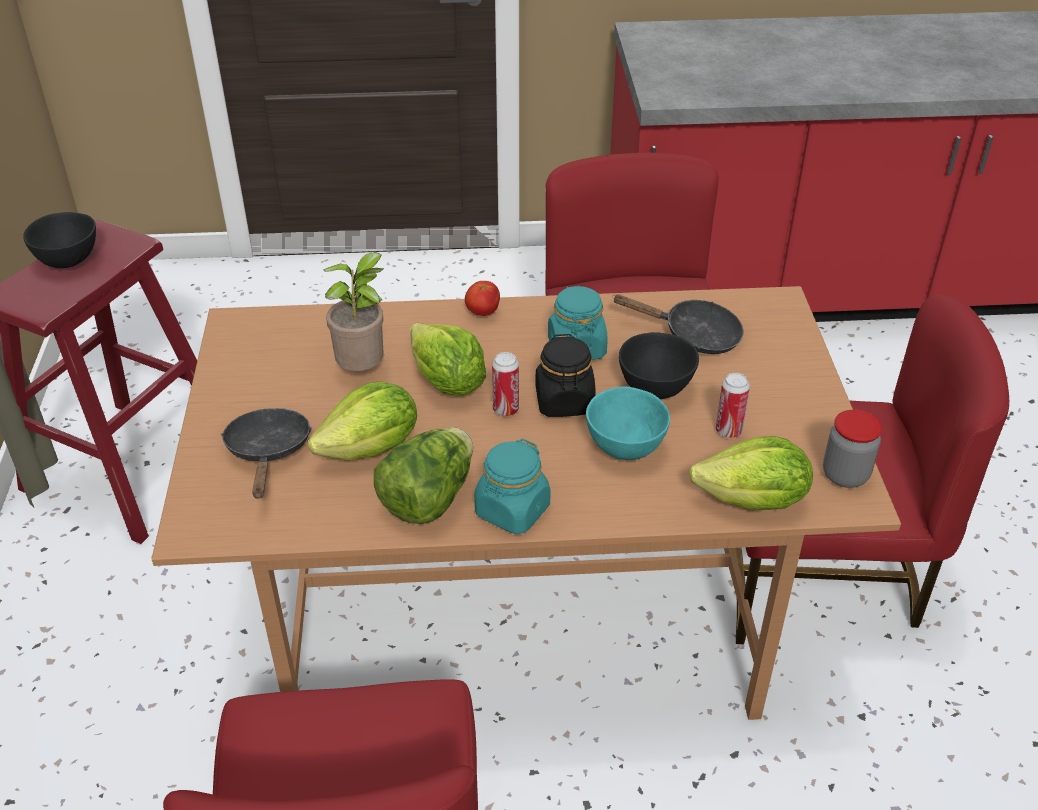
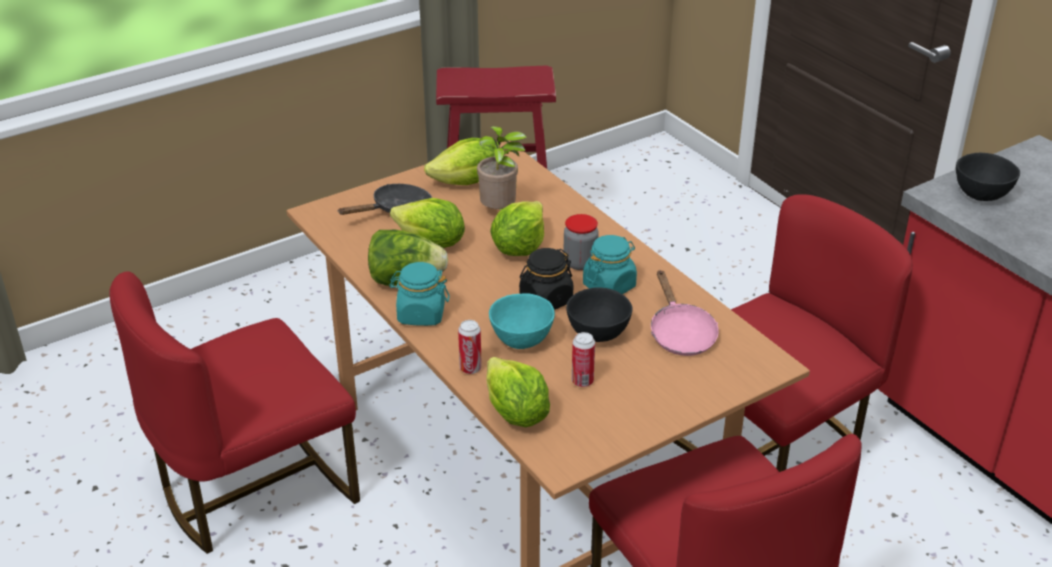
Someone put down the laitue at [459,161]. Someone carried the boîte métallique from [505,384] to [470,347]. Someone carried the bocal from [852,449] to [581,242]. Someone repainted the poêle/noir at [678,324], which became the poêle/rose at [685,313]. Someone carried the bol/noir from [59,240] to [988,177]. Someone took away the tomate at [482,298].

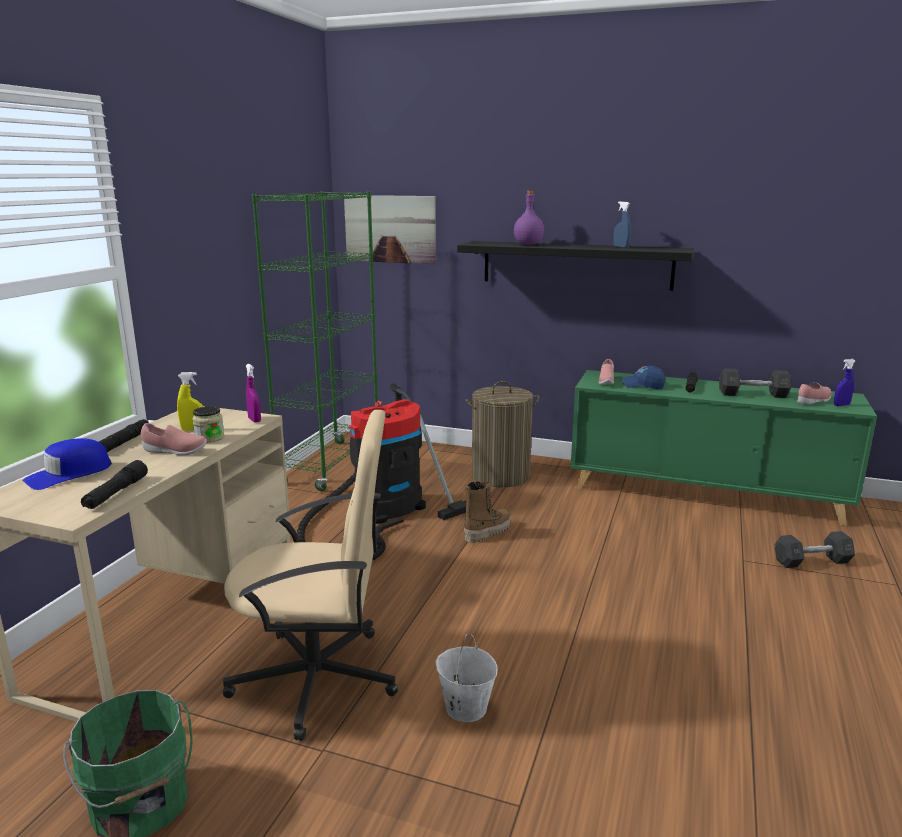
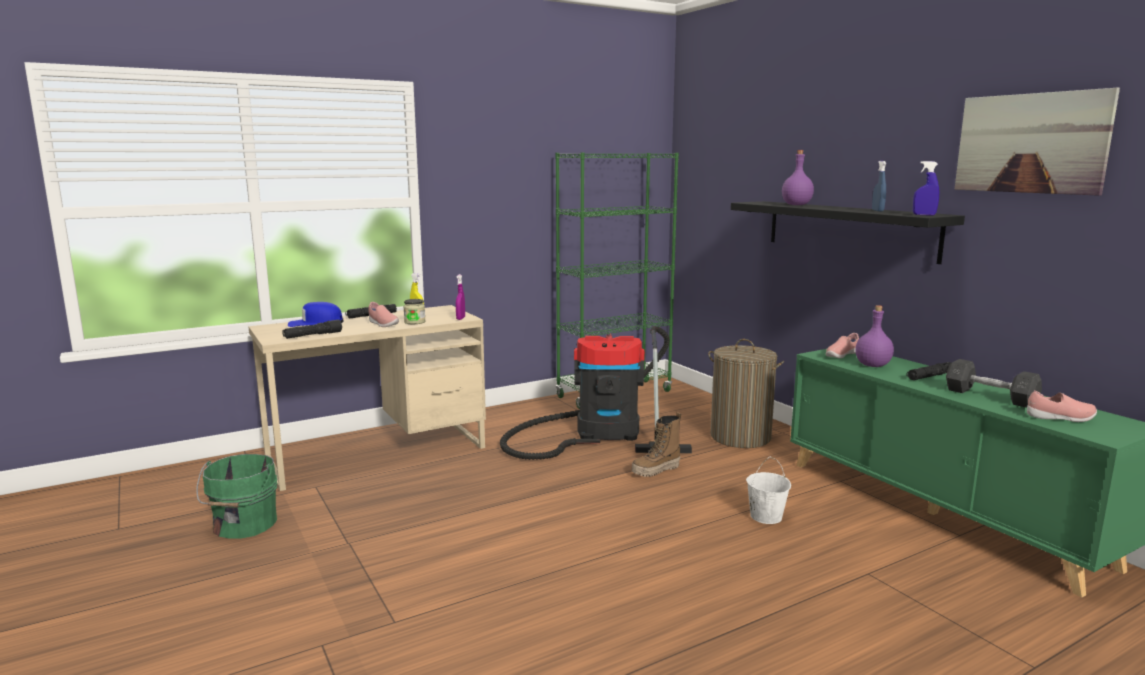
Someone rotated the botte at [487,512] by 150 degrees clockwise. Someone carried the seau/blanc from [467,677] to [768,490]. Someone swapped the casquette/bleu at [643,377] for the bouteille/violet at [874,336]. Someone carried the vaporisateur/bleu from [844,382] to [926,188]. Someone carried the tableau from [390,229] to [1037,142]. Someone took away the chaise de bureau/beige at [310,575]. Someone took away the haltère/gris at [814,549].

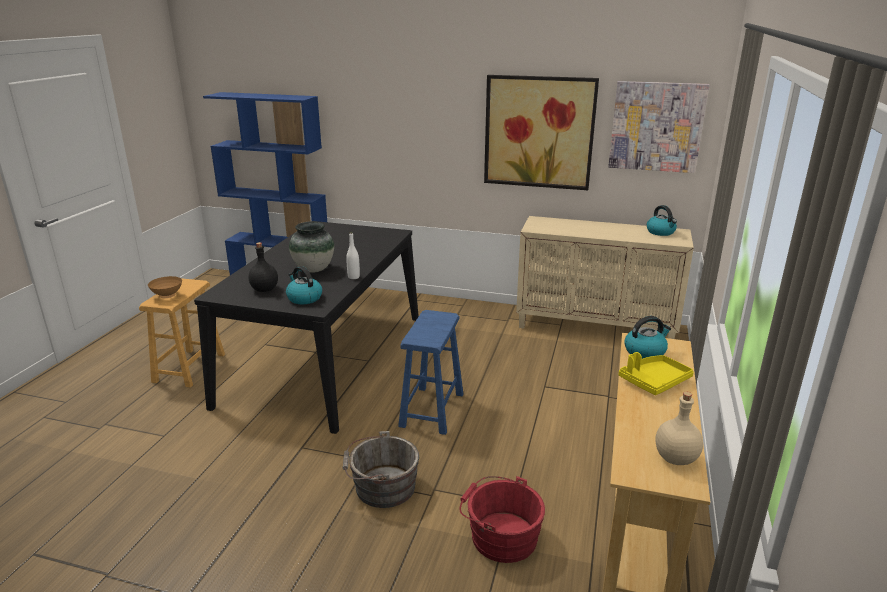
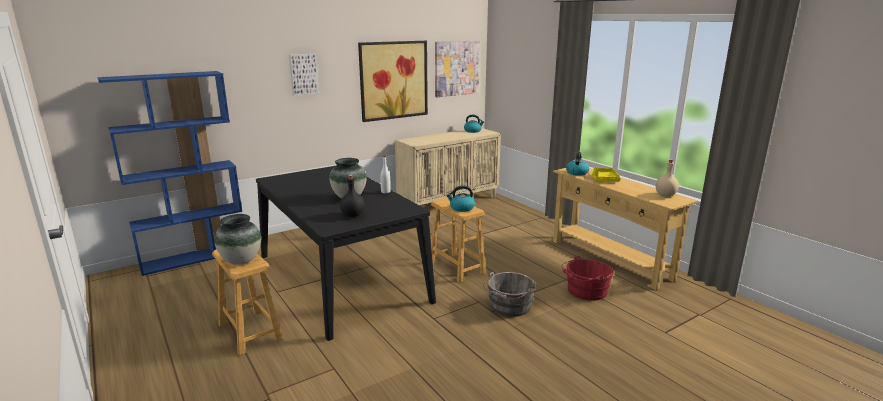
Someone swapped the bol/marron at [165,287] for the vase at [237,239]. Someone put up the tableau at [304,75]. Someone repainted the tabouret/bleu at [430,372], which became the tabouret/marron at [458,240]. Someone carried the bouilloire from [304,285] to [460,198].

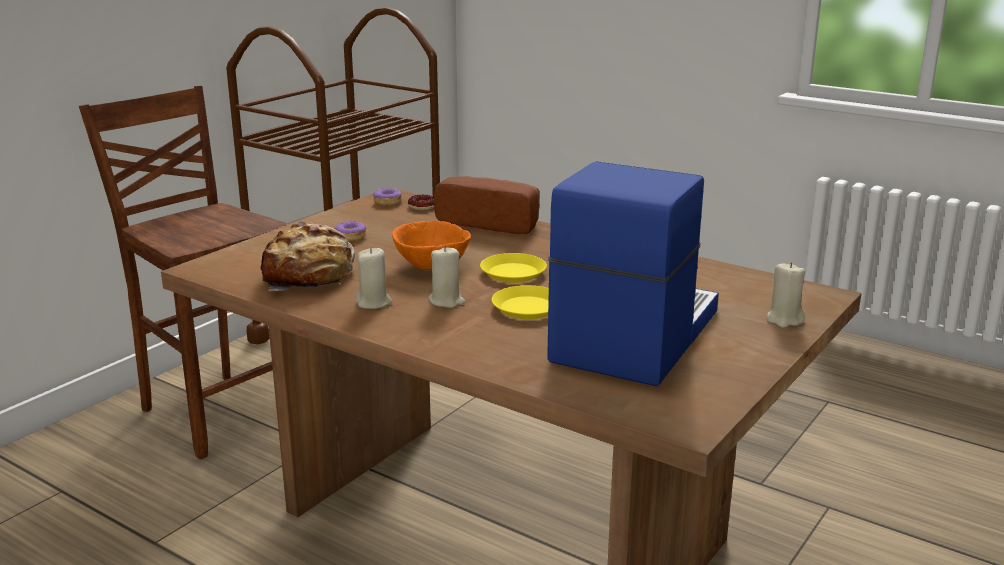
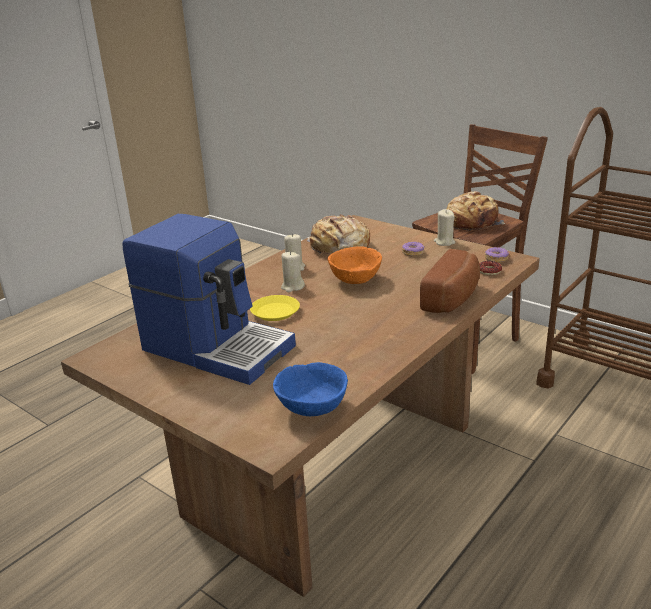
Someone put down the bol/bleu at [310,389]. Someone carried the bougie/beige from [786,295] to [444,227]. Someone put down the pain at [476,211]. Someone took away the assiette/jaune at [513,268].

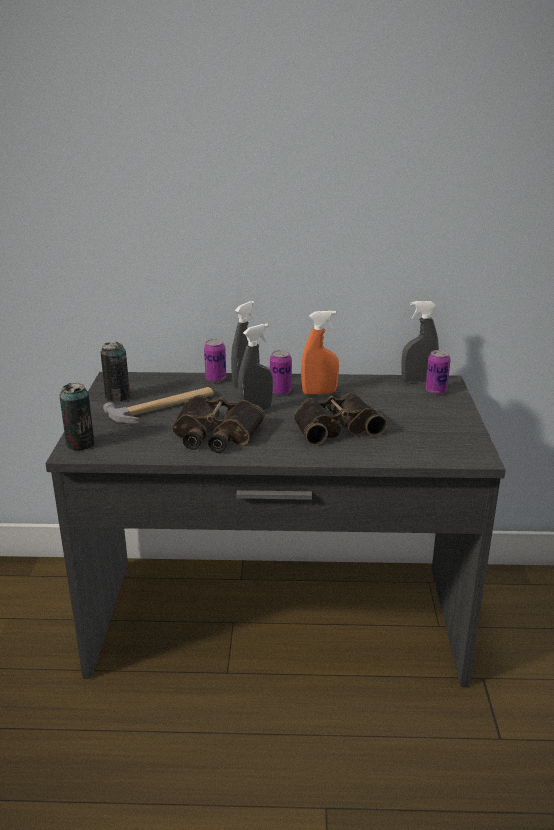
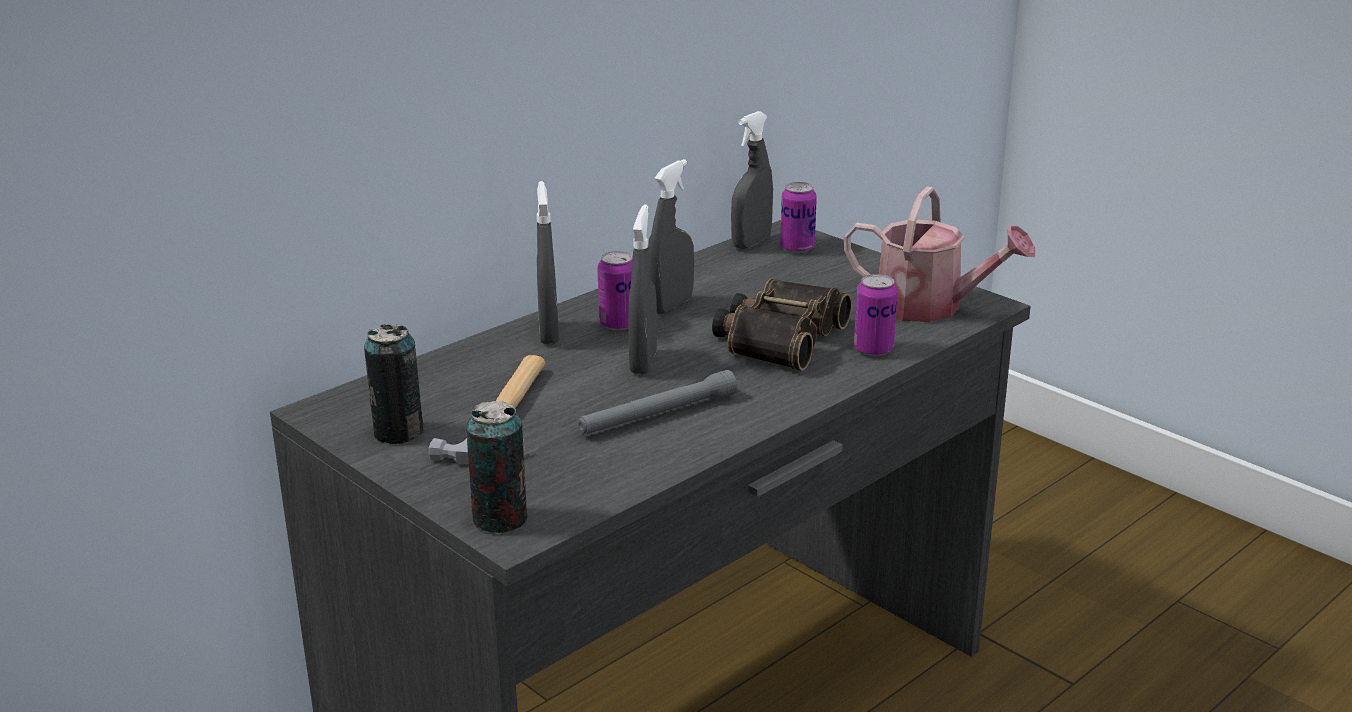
Someone swapped the jumelles at [218,424] for the lampe de poche/gris at [657,402]. Someone repainted the vaporisateur/orange at [320,352], which became the vaporisateur/gris at [671,236]. Someone put down the arrosoir at [939,254]. Someone carried the boîte métallique from [215,360] to [876,315].

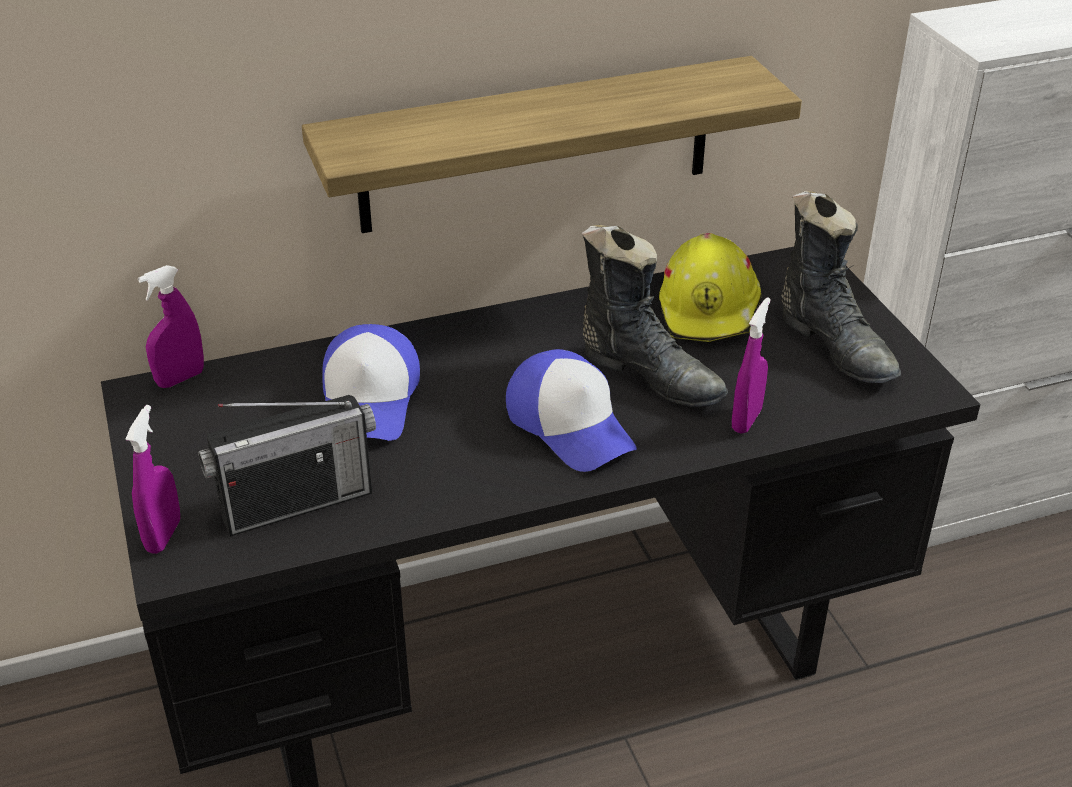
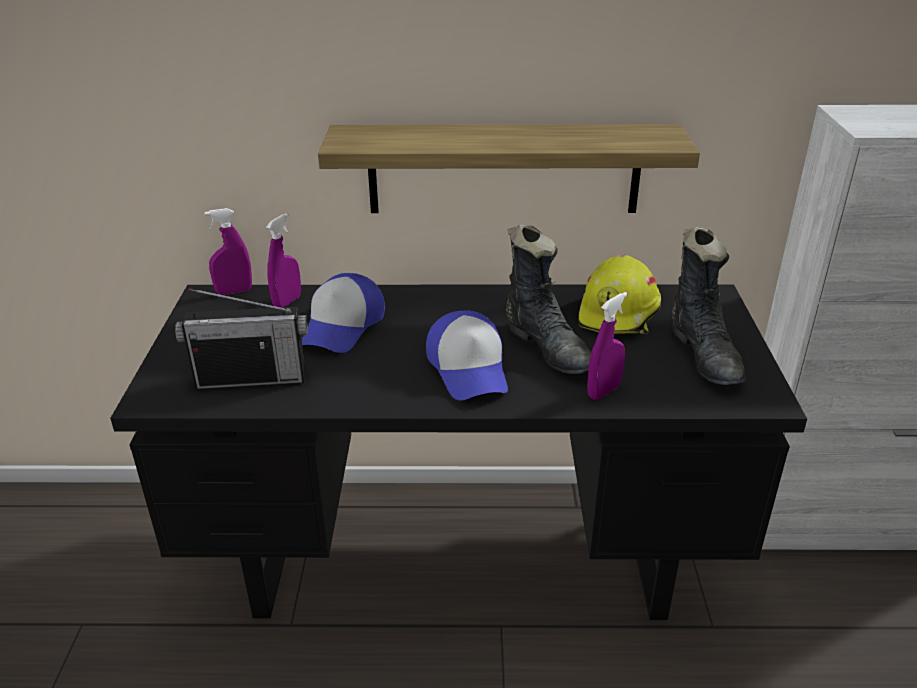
Someone carried the vaporisateur/violet from [152,479] to [283,260].

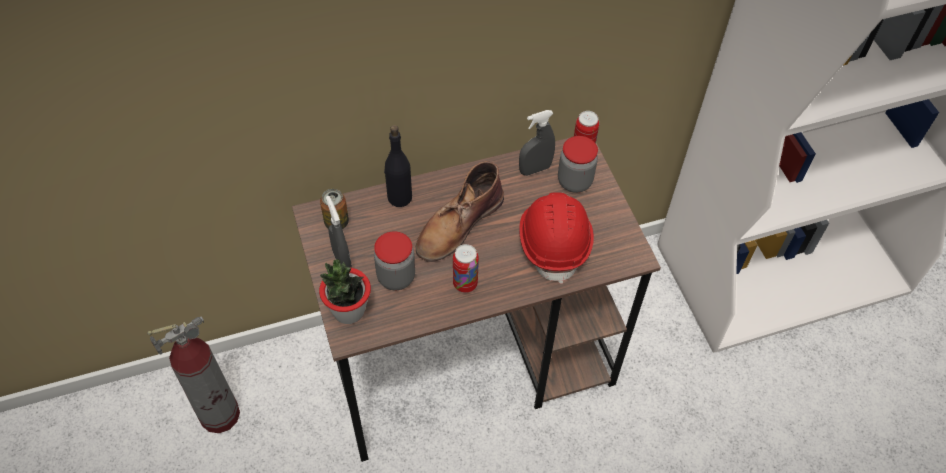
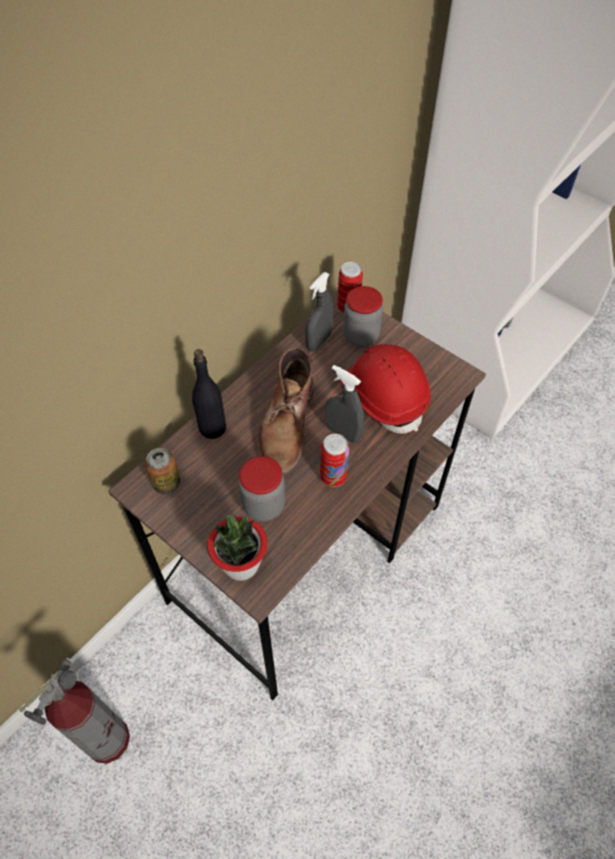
Someone carried the vaporisateur/gris from [339,232] to [344,404].

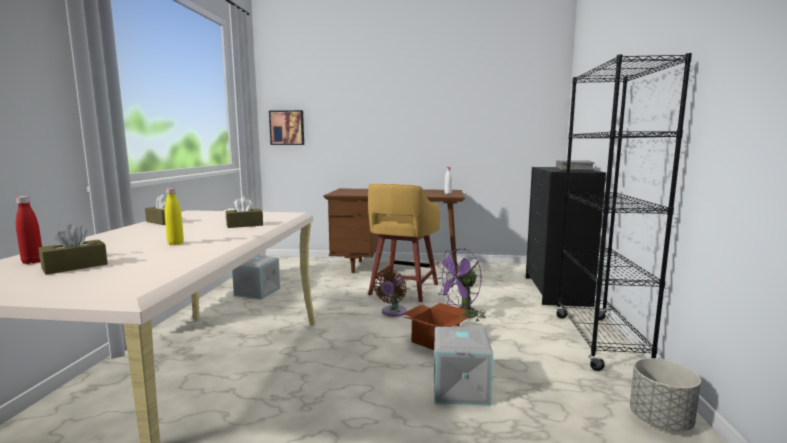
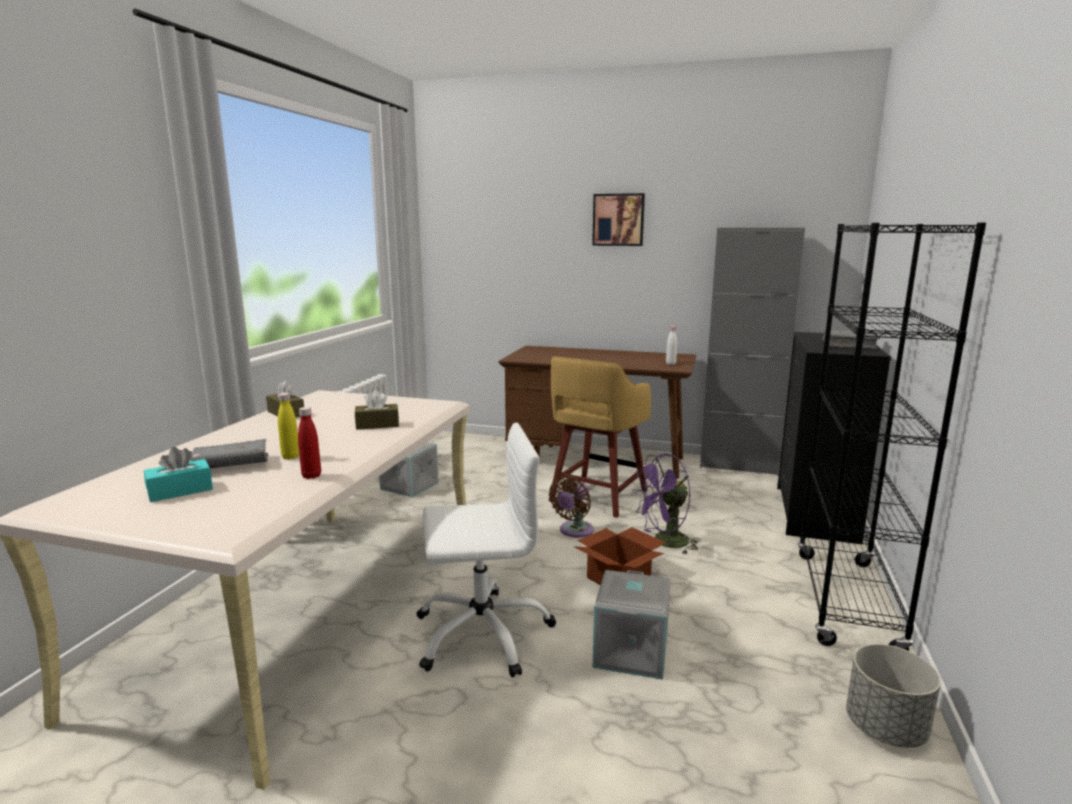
Someone repainted the boîte à mouchoirs/marron at [73,250], which became the boîte à mouchoirs/turquoise at [178,474]. Someone put down the livre/gris at [229,454]. Someone carried the bouteille/rouge from [29,230] to [309,443]. Someone put down the chaise de bureau/blanc at [486,550]. Someone carried the tableau from [286,127] to [618,219]. Someone put down the meuble de rangement/gris at [752,352].

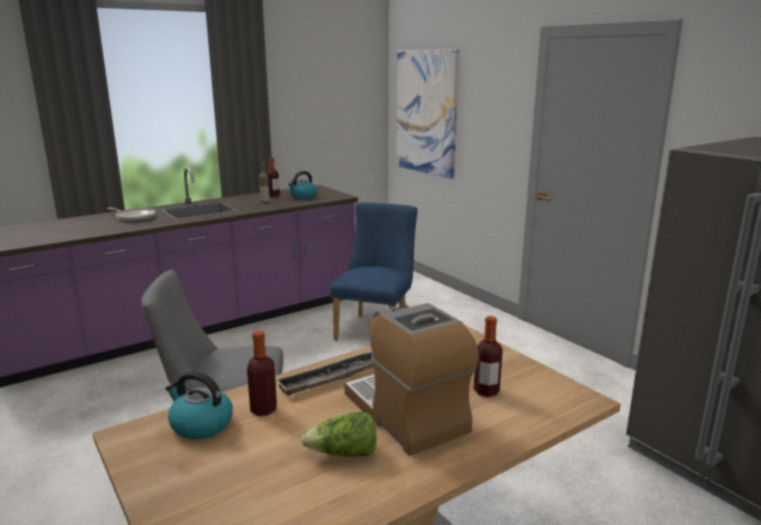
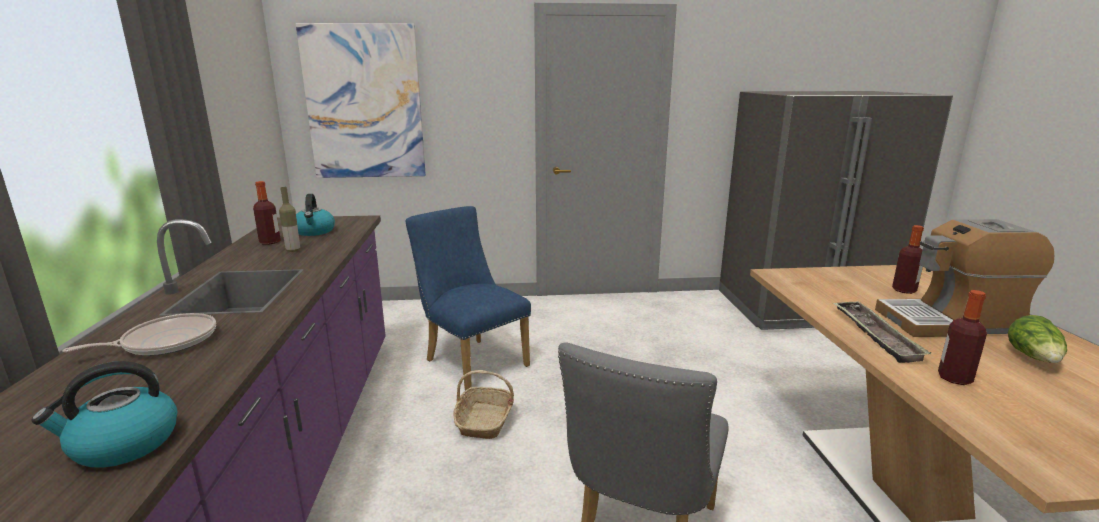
Someone carried the bouilloire from [199,405] to [104,414]. Someone put down the panier at [483,404].

